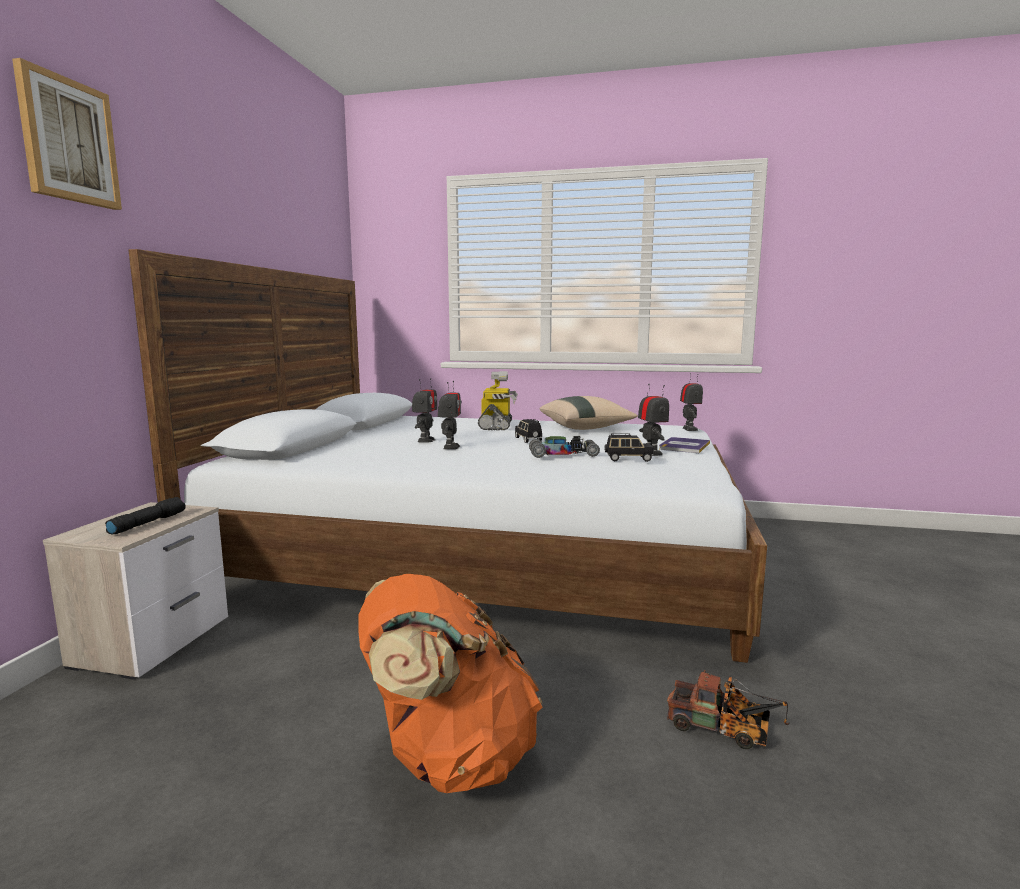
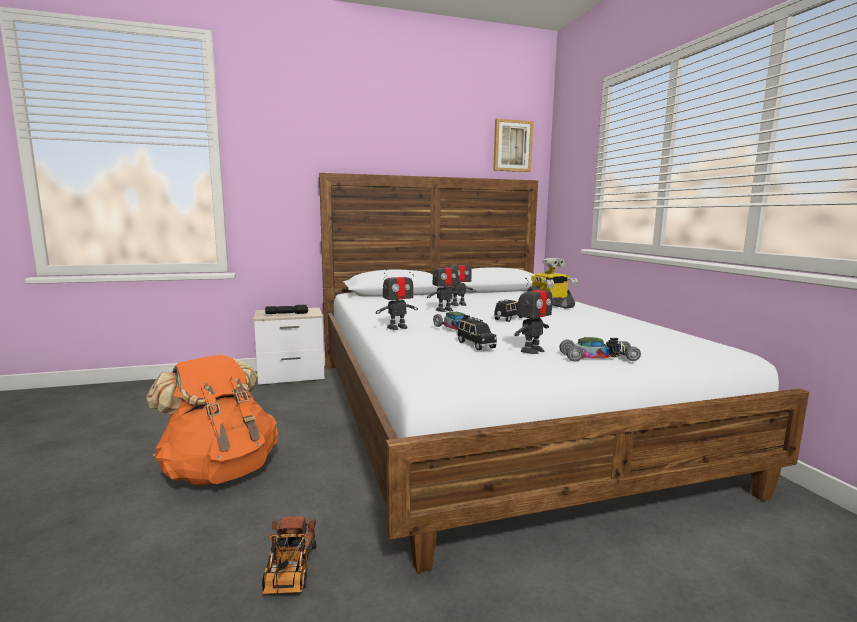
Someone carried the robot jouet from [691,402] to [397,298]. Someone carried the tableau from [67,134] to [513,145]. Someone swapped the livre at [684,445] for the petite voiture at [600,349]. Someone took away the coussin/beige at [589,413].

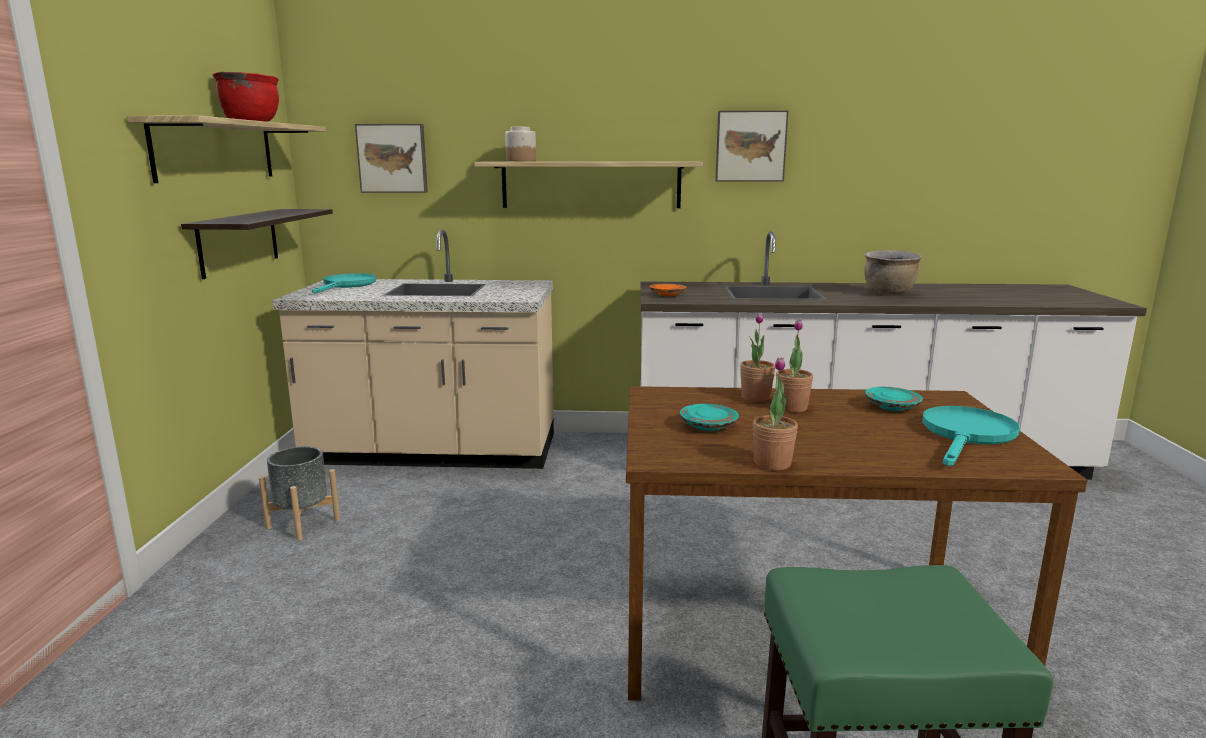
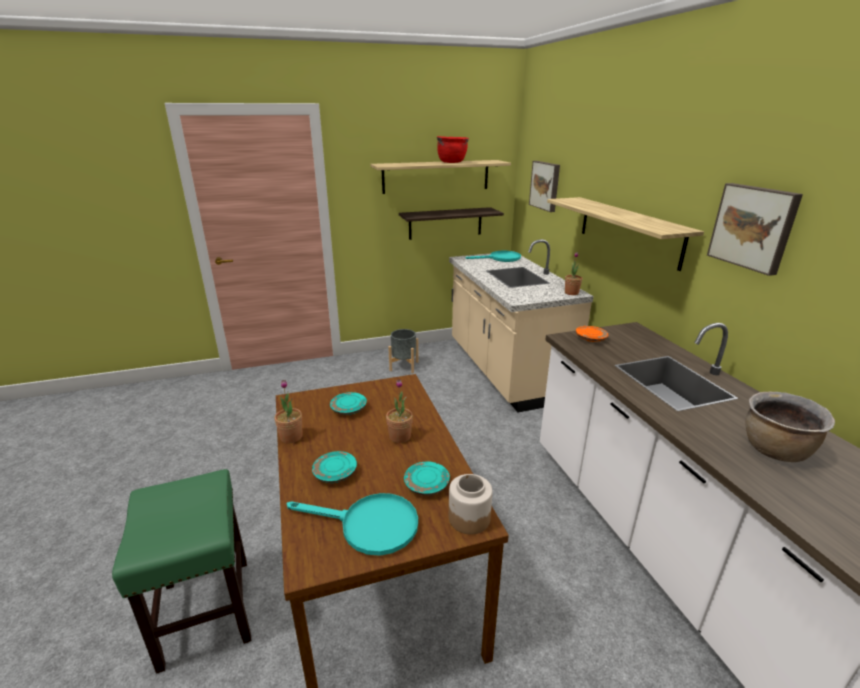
Someone put down the assiette/turquoise at [334,467]. Someone carried the bocal from [520,144] to [470,504]. Someone carried the plante en pot from [757,357] to [573,273].

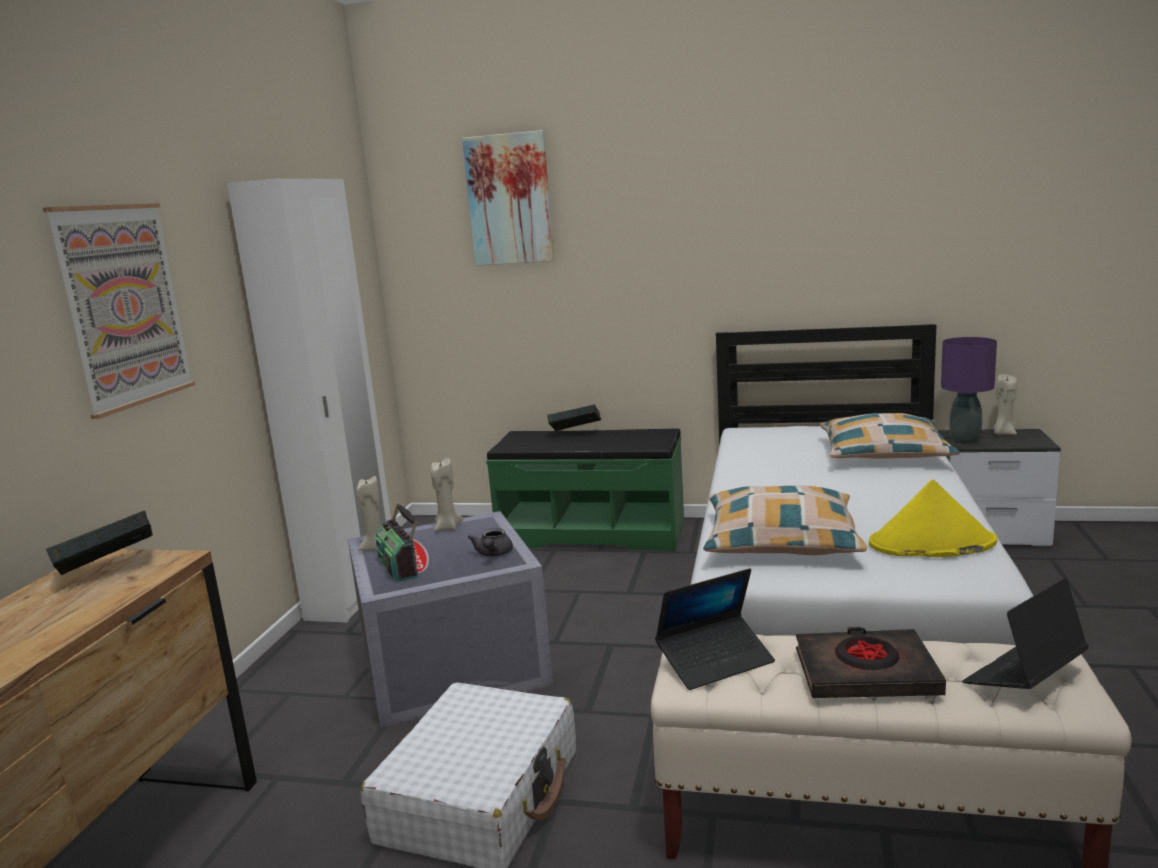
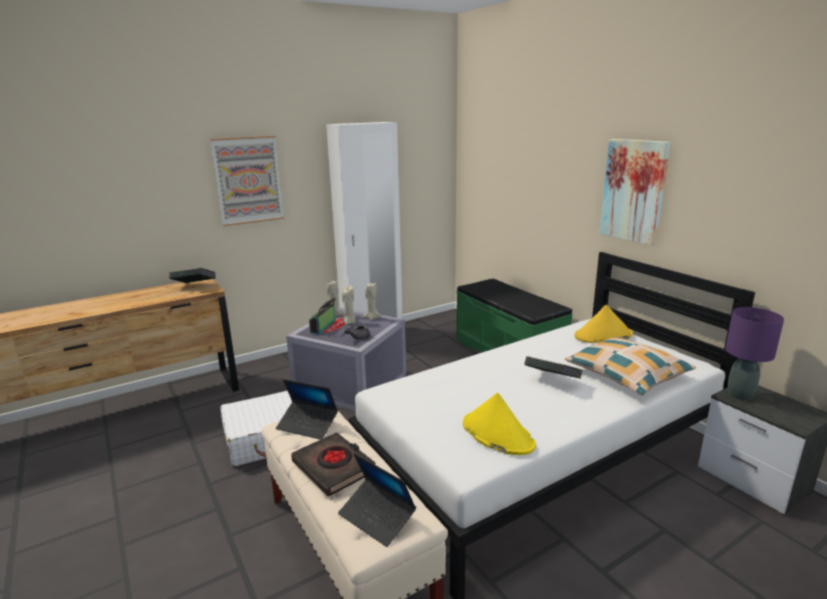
Someone rotated the ordinateur portable at [1025,633] by 150 degrees counterclockwise. Someone carried the bougie/beige from [1005,404] to [349,305]. Someone carried the livre from [574,417] to [554,367]. Someone put down the chapeau/jaune at [603,324]. Someone carried the tableau from [508,198] to [635,192]. Someone took away the coussin at [785,520].

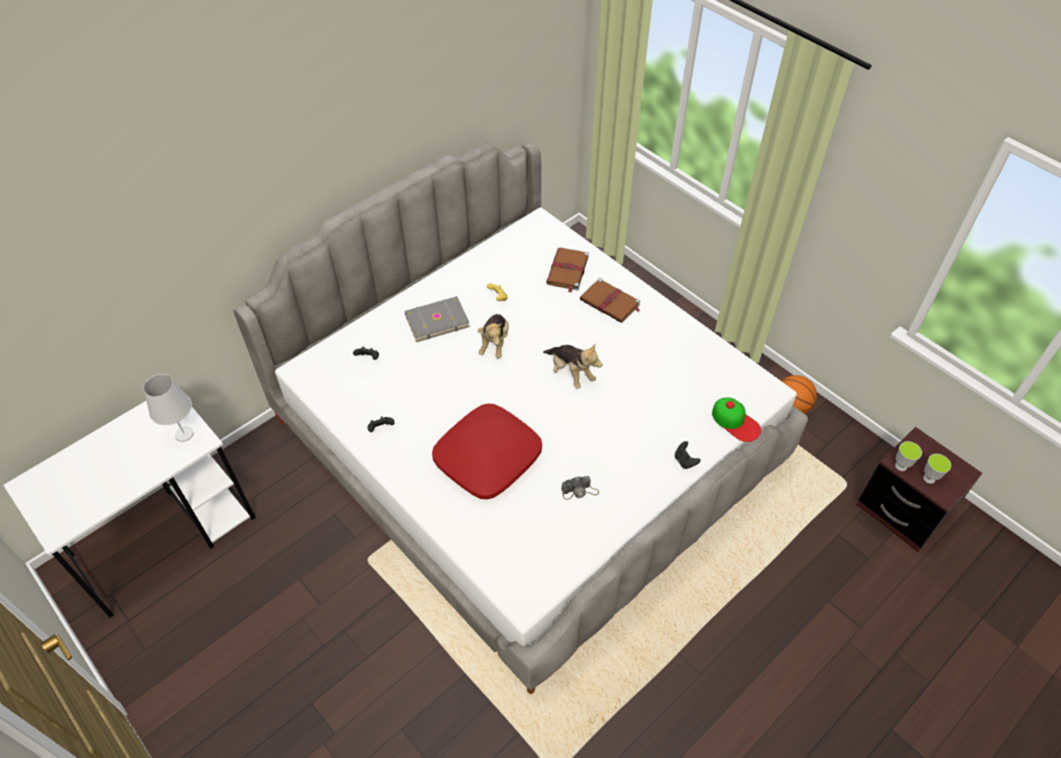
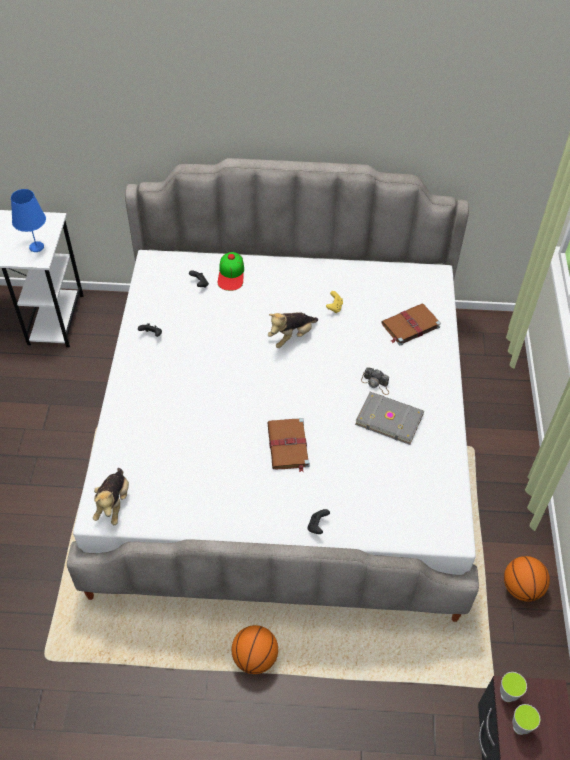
Someone repainted the lampe de table/blanc at [168,408], which became the lampe de table/bleu at [28,220]. Someone carried the peluche from [573,366] to [111,496]. Someone carried the casquette from [736,419] to [231,271]. Someone put down the ballon de basket at [255,649]. Someone carried the livre/marron from [610,300] to [288,445]. Someone carried the livre/gris from [437,319] to [389,418]. Someone carried the appareil photo from [580,488] to [375,381]. Someone took away the coussin/rouge at [487,451].

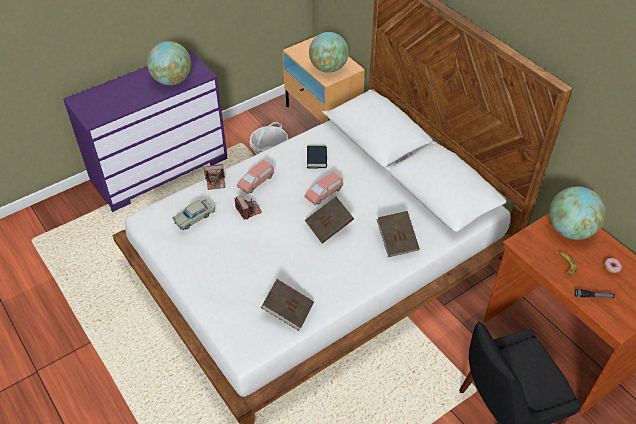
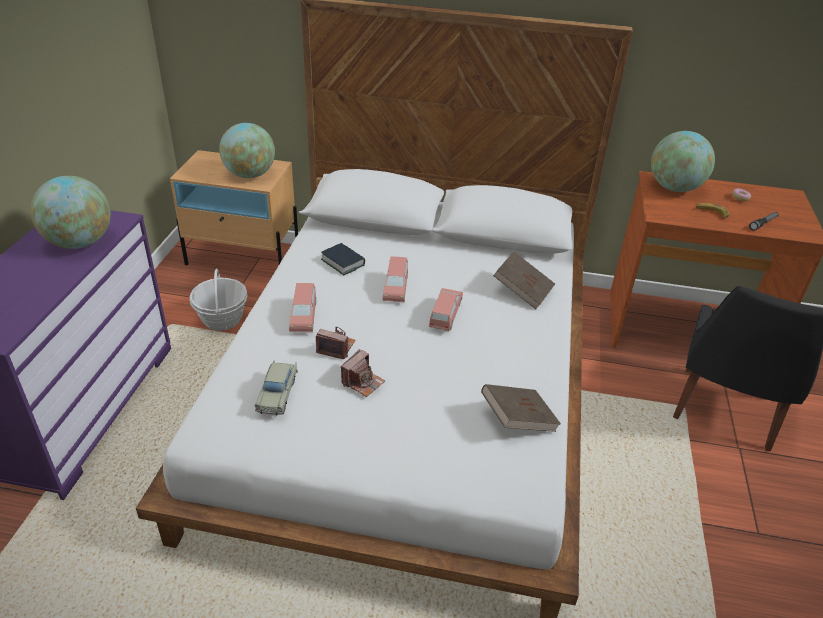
Someone carried the appareil photo from [214,177] to [363,373]. Someone swapped the livre/marron at [329,220] for the petite voiture/rose at [446,309].

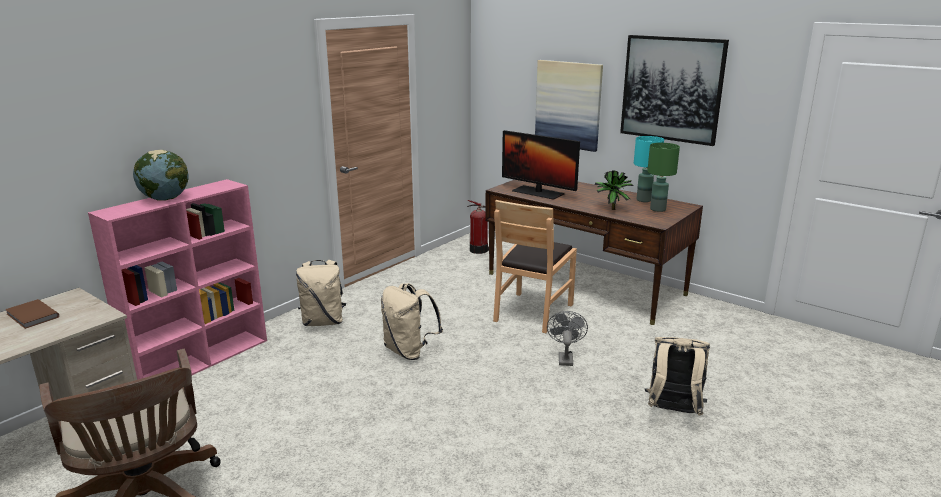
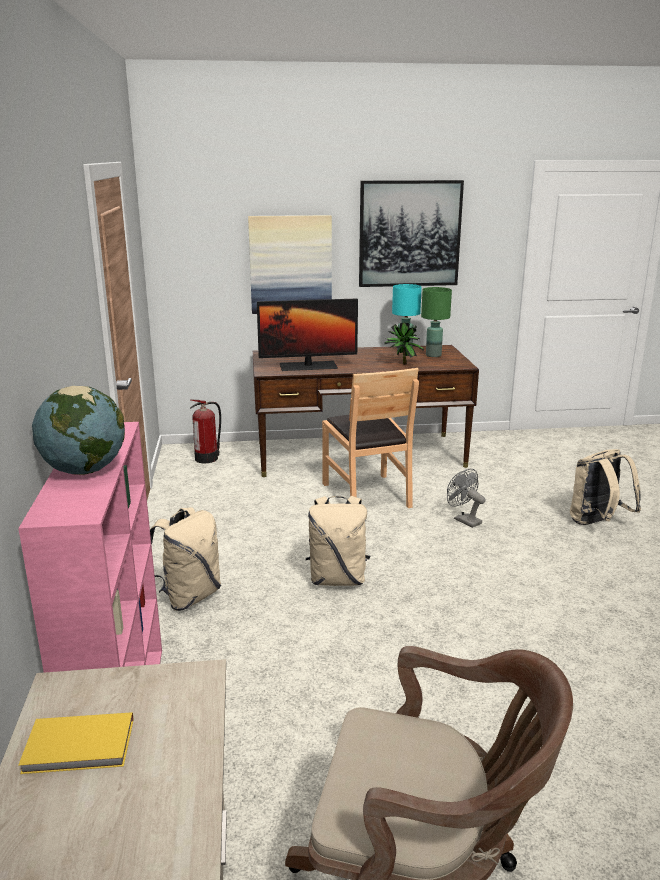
Someone repainted the livre/marron at [32,314], which became the livre/jaune at [75,743].

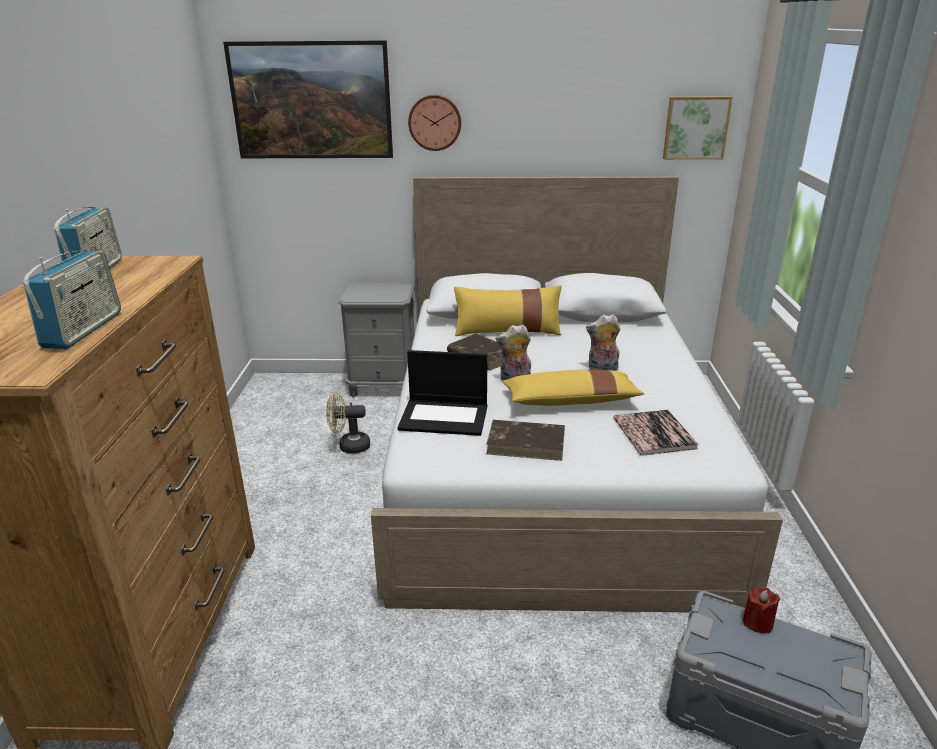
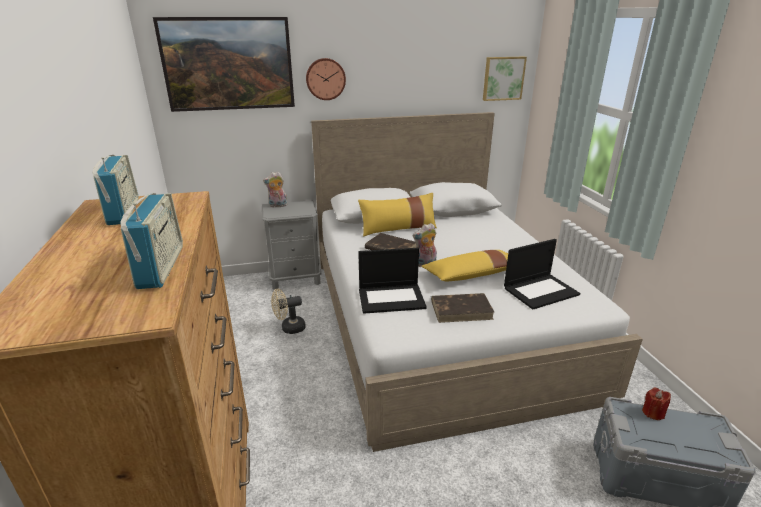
Someone carried the peluche from [603,342] to [275,190]. Someone swapped the livre at [656,433] for the ordinateur portable at [542,274].

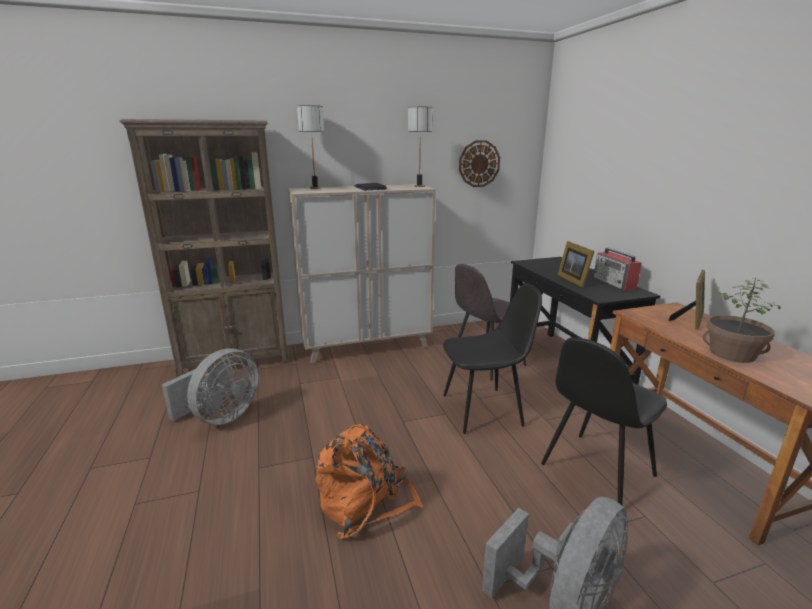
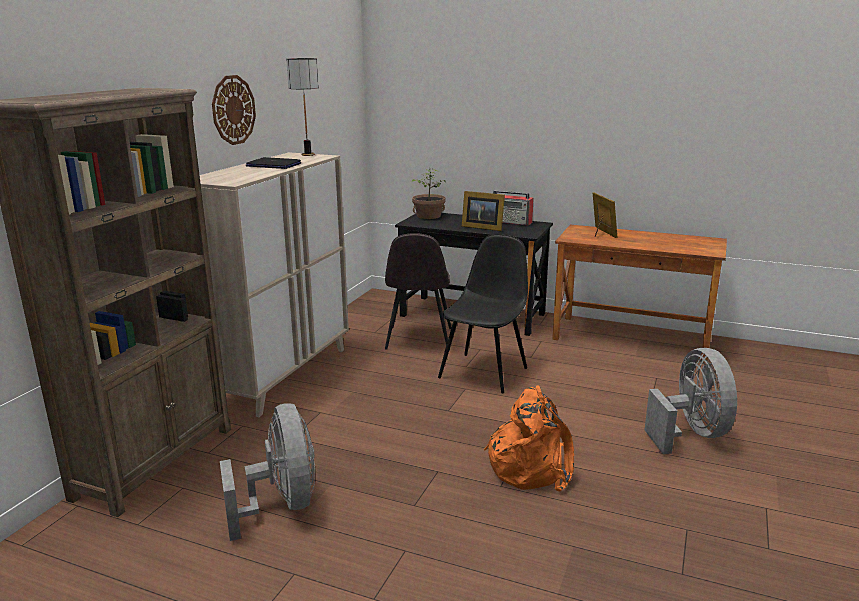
Someone carried the horloge murale from [479,163] to [234,110]. Someone carried the plante en pot from [742,320] to [429,194]. Someone took away the lampe de table at [310,147]. Someone took away the chaise/noir at [604,421].

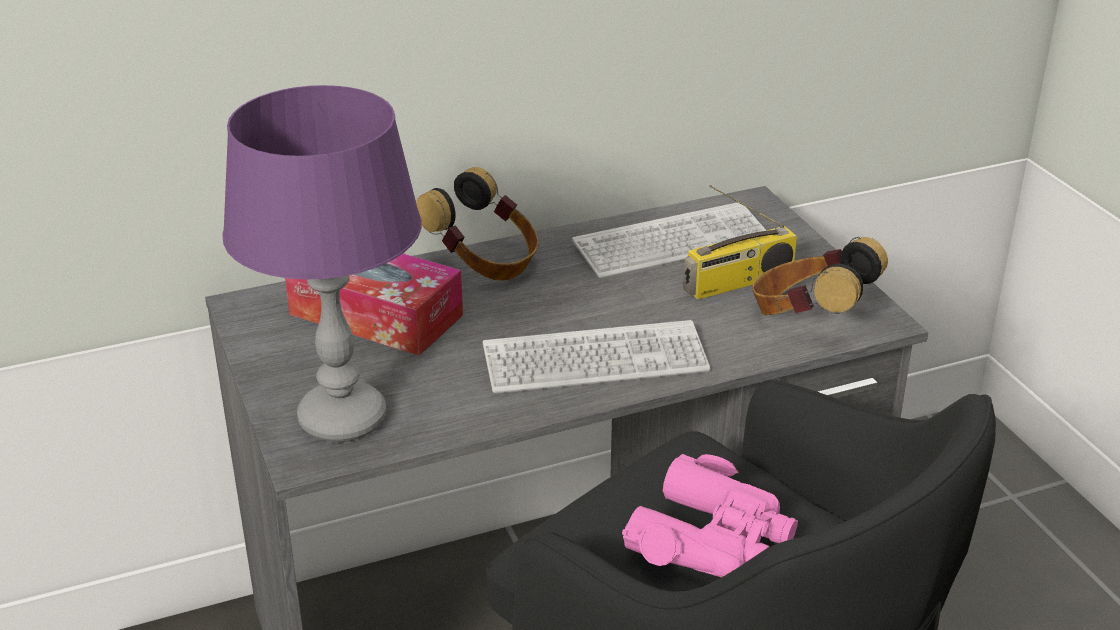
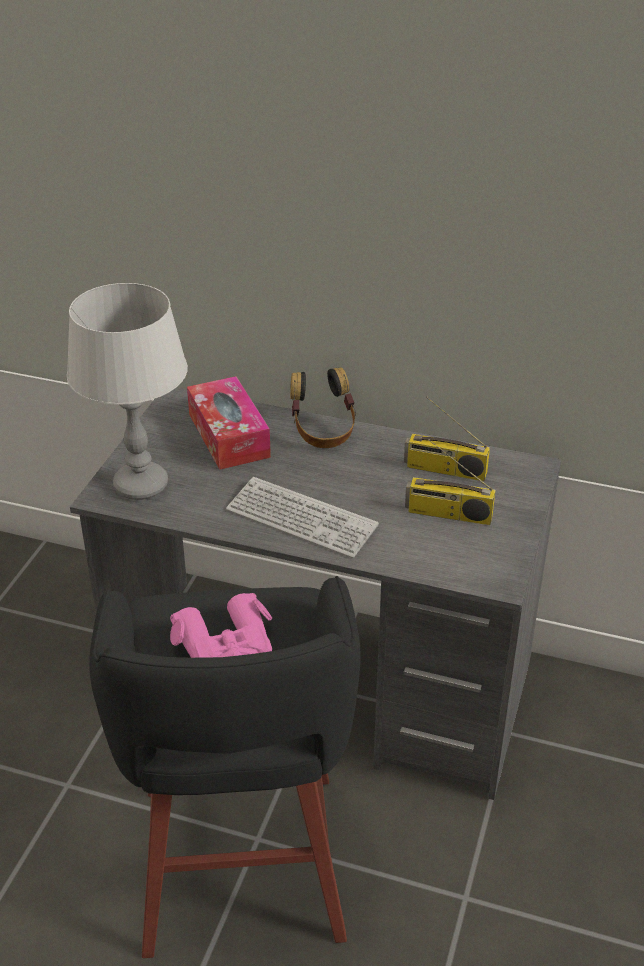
Someone repainted the lampe de table/violet at [322,263], which became the lampe de table/gris at [127,391]. Someone swapped the clavier at [669,240] for the radio at [447,439]. Someone took away the casque audio at [820,276].

